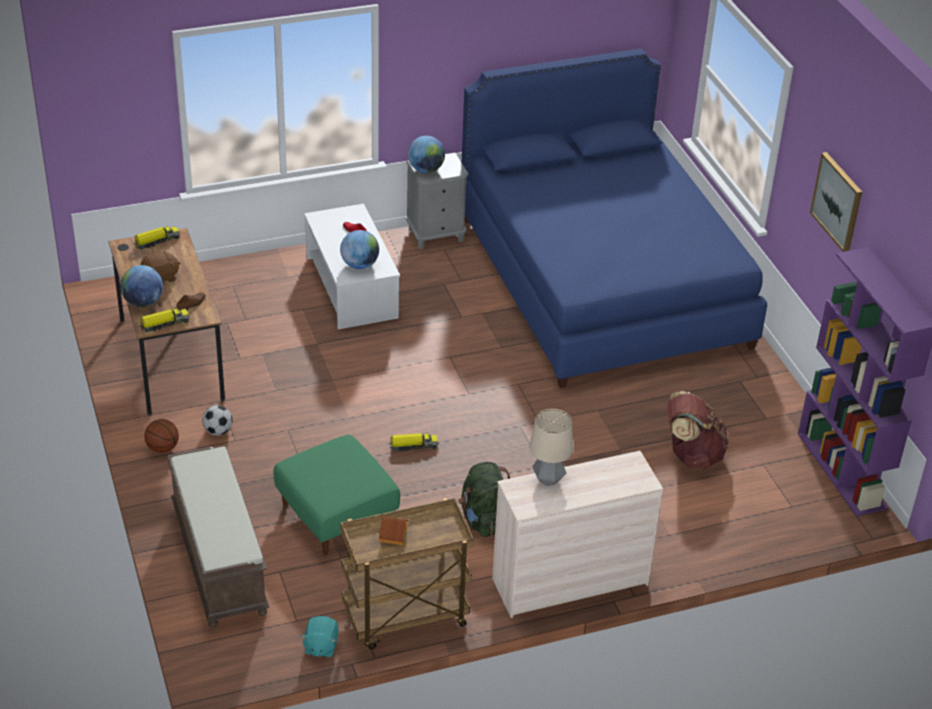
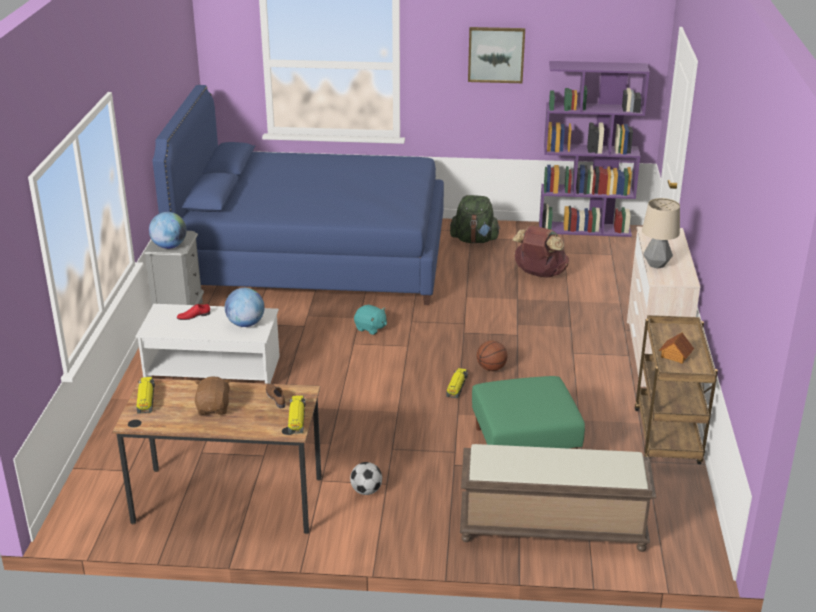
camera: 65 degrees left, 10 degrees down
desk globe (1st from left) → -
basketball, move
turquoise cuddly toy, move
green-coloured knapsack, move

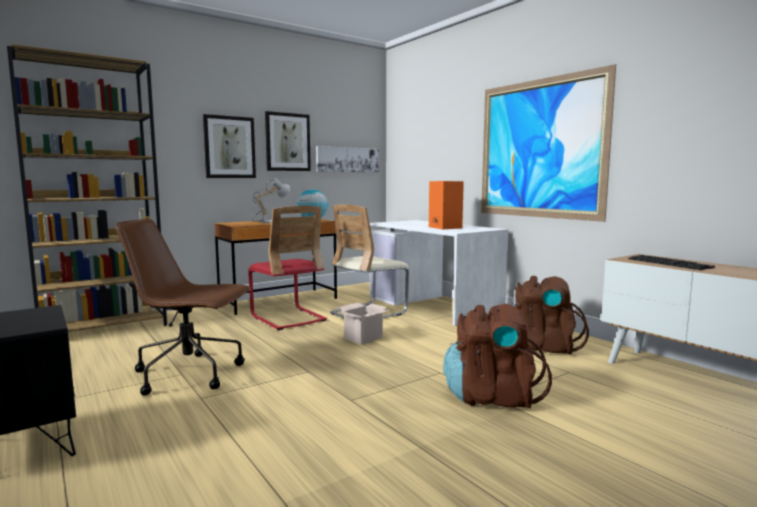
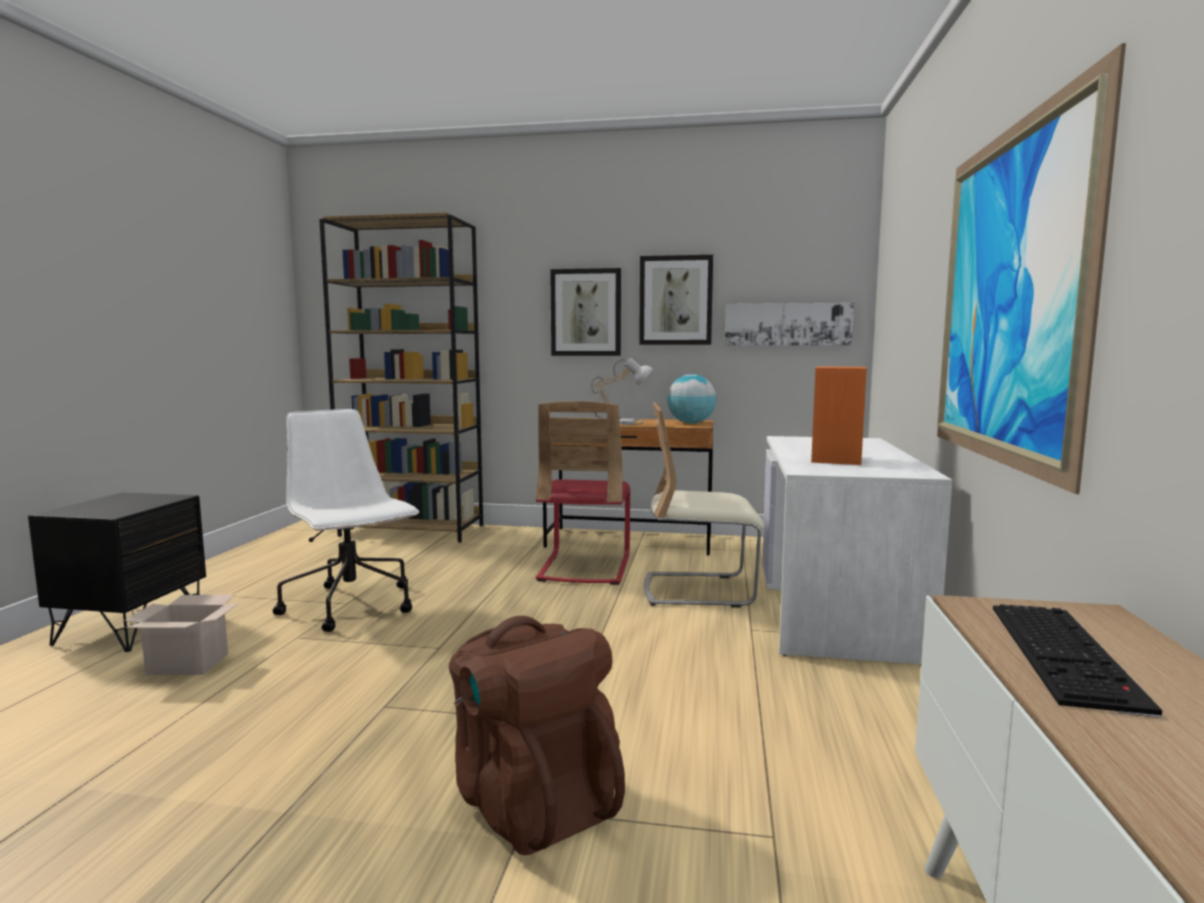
camera: 45 degrees right, 0 degrees up
brown desk chair → whitish desk chair
packing box, move
brown knapsack (2nd from left) → -

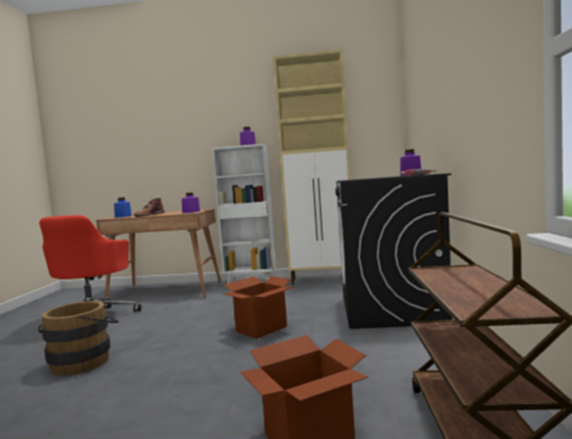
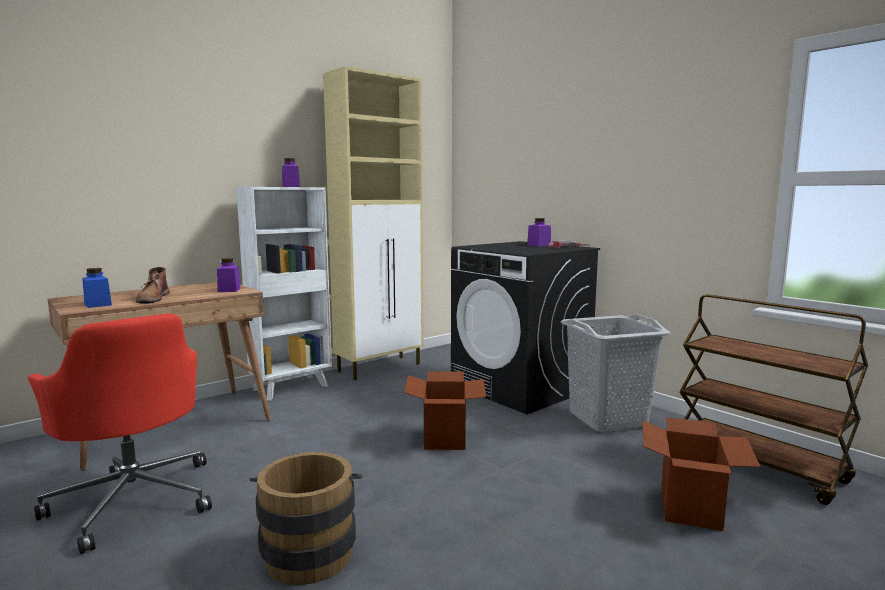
camera: 45 degrees left, 5 degrees up
- → grey hamper

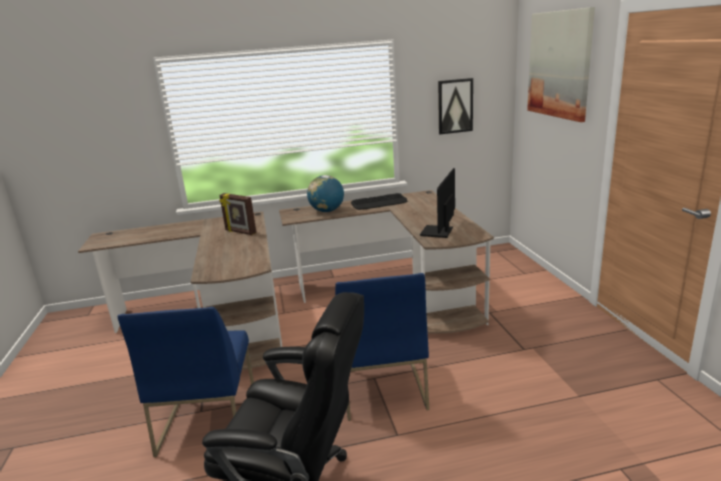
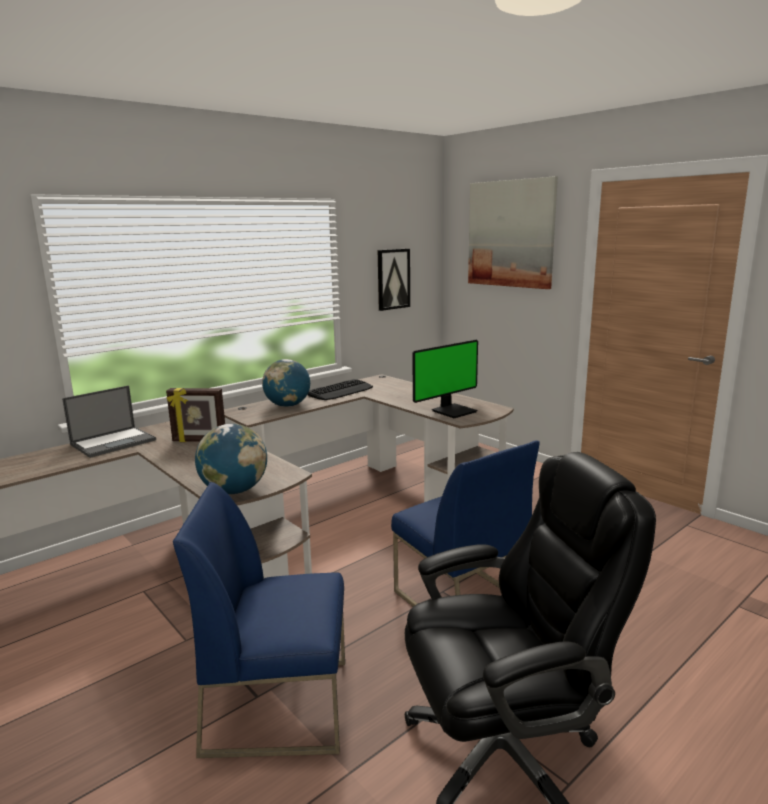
camera: 30 degrees left, 5 degrees down
blue plain chair (1st from left), 120 degrees clockwise
computer screen, 120 degrees counterclockwise
- → laptop
- → desk globe (1st from left)

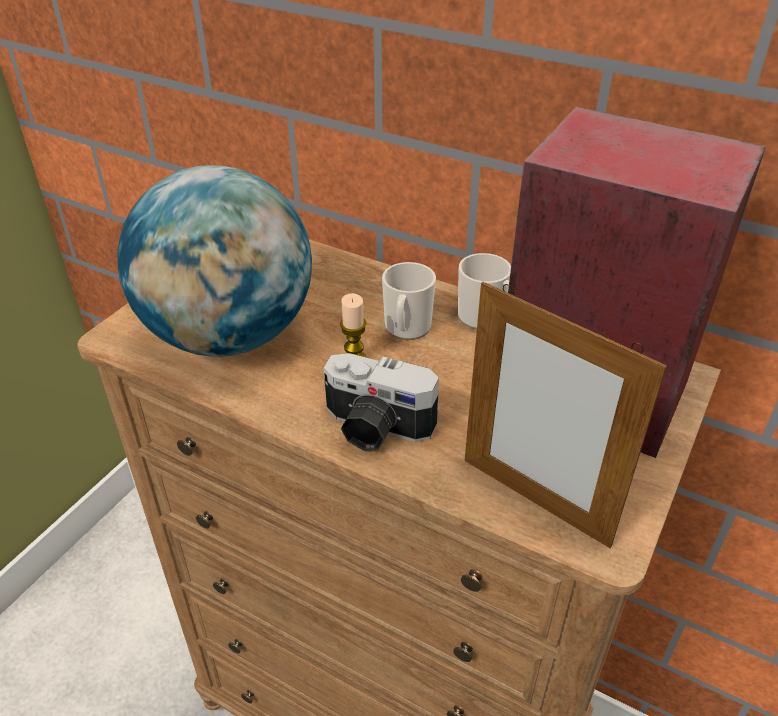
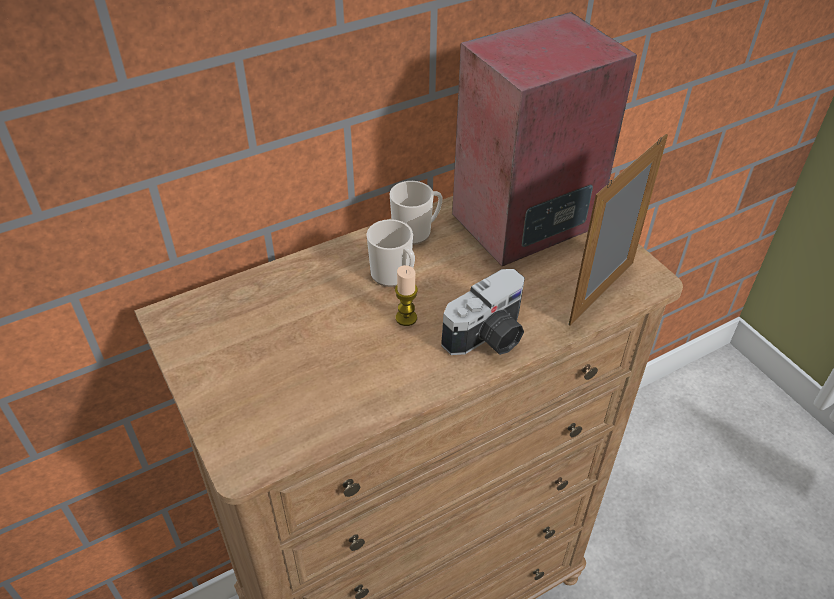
camera: 60 degrees left, 5 degrees up
desk globe → -
photo frame, 150 degrees clockwise

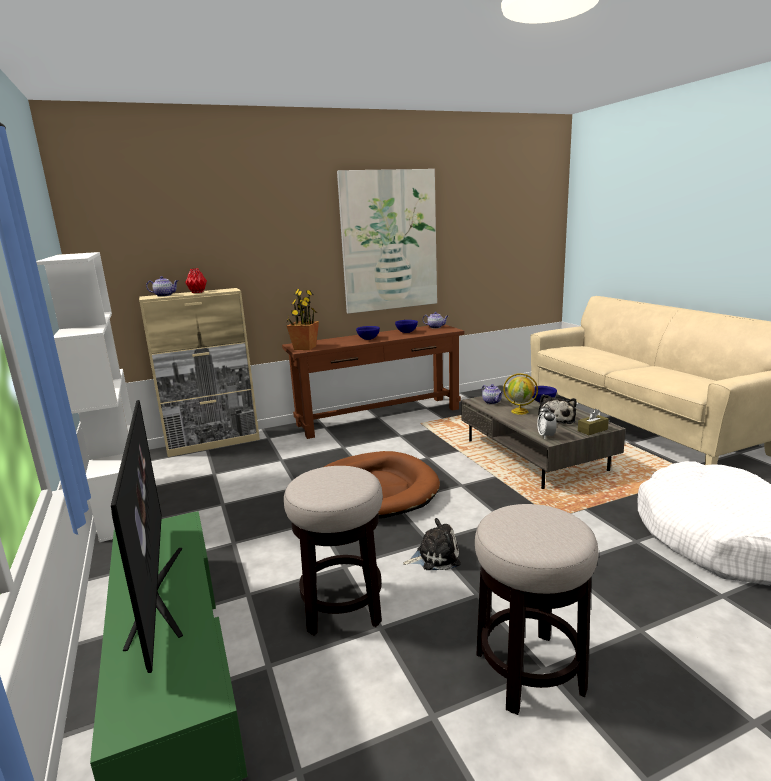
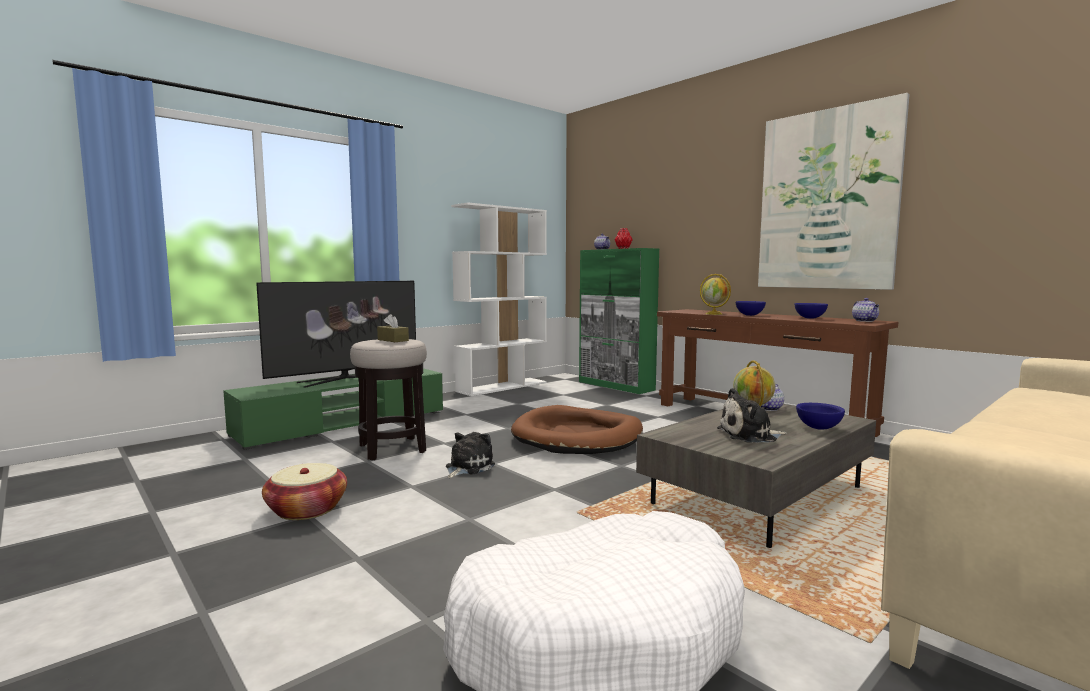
camera: 70 degrees right, 10 degrees down
beige-coloured cupboard → green-coloured cupboard
potted plant → -
cuddly toy (1st from left), 120 degrees counterclockwise
sitting stool (2nd from left) → storage basket
alarm clock → -
brown tissue holder, move
- → desk globe (1st from left)

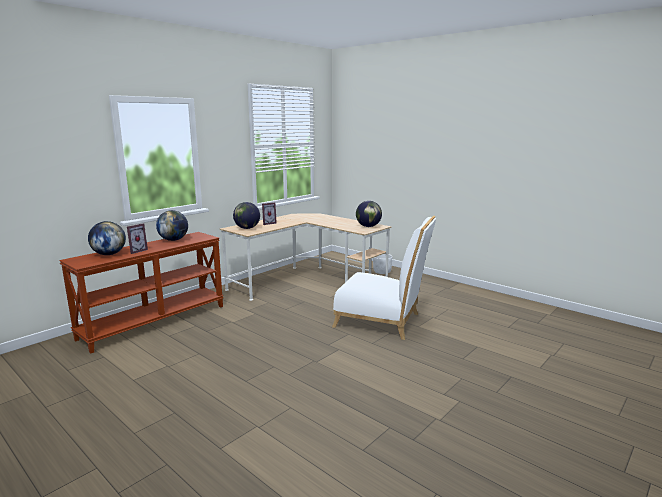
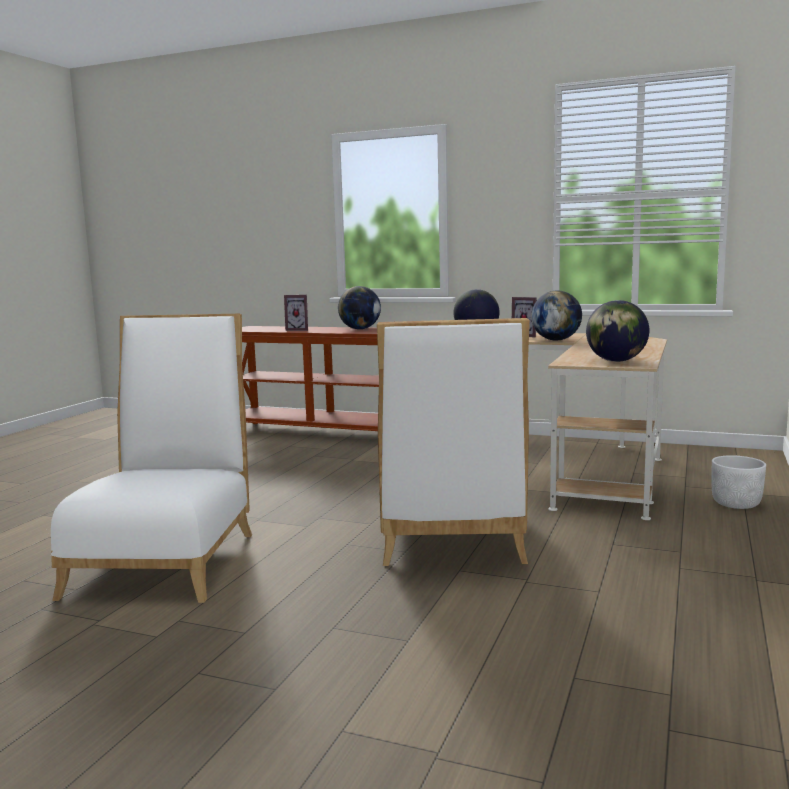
camera: 70 degrees right, 5 degrees down
desk globe (1st from left in the first image) → desk globe (3rd from left), move
- → whitish plain chair (1st from left)

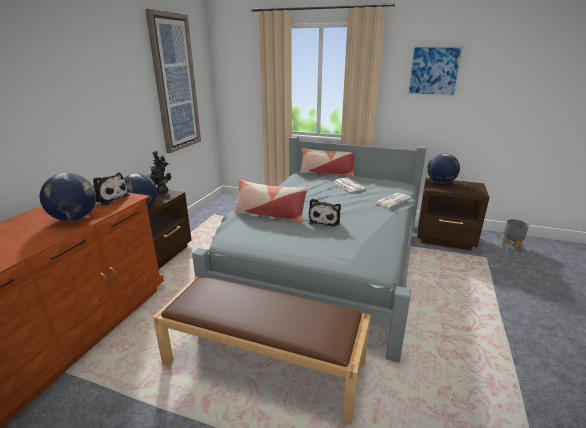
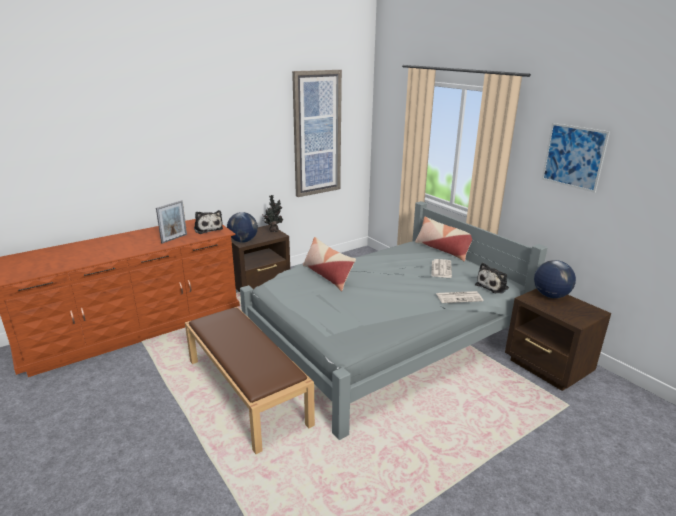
camera: 35 degrees right, 0 degrees up
desk globe (1st from left) → photo frame
cuddly toy (2nd from left), move
grey plant pot → -

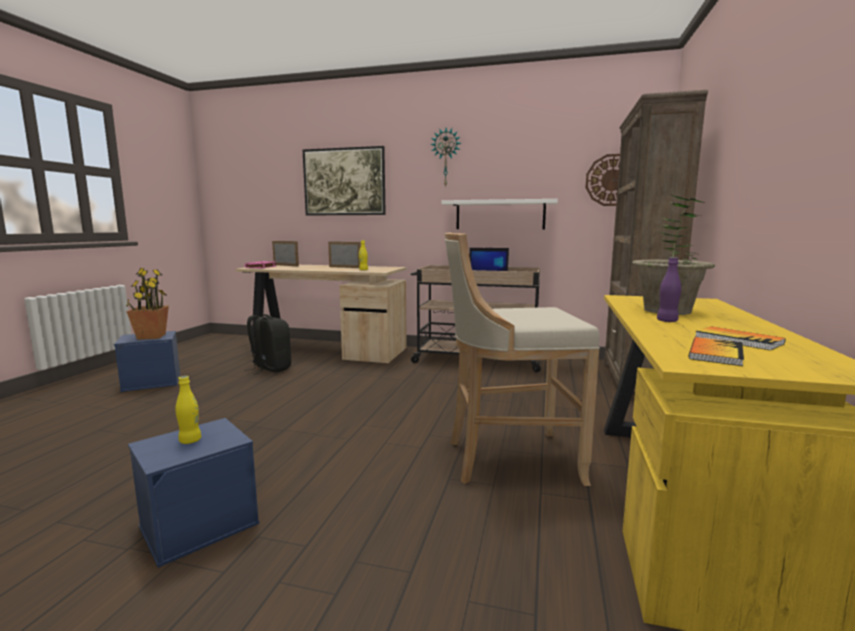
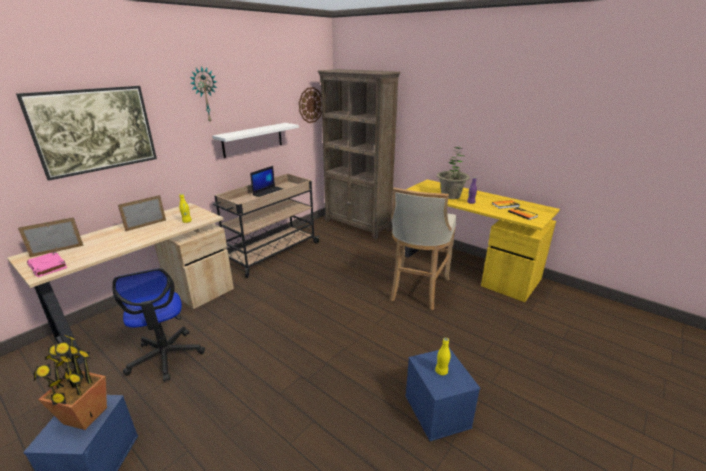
camera: 65 degrees left, 15 degrees up
black-coloured knapsack → desk chair

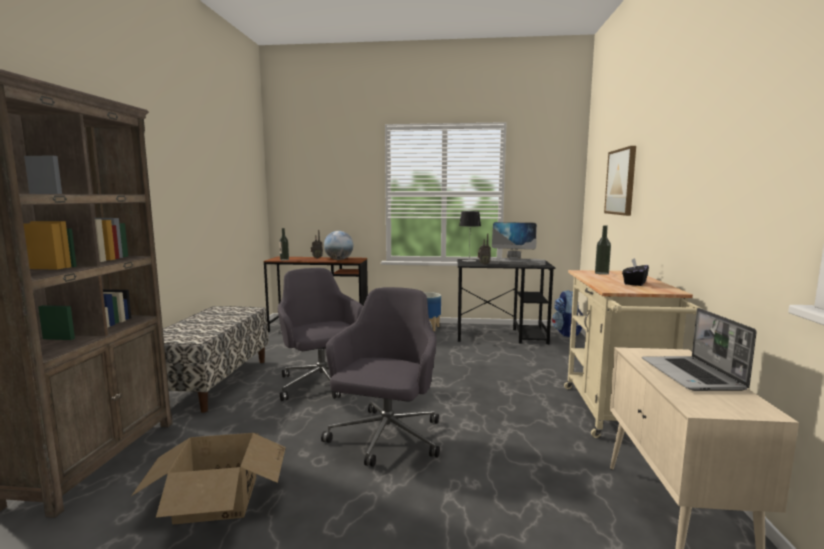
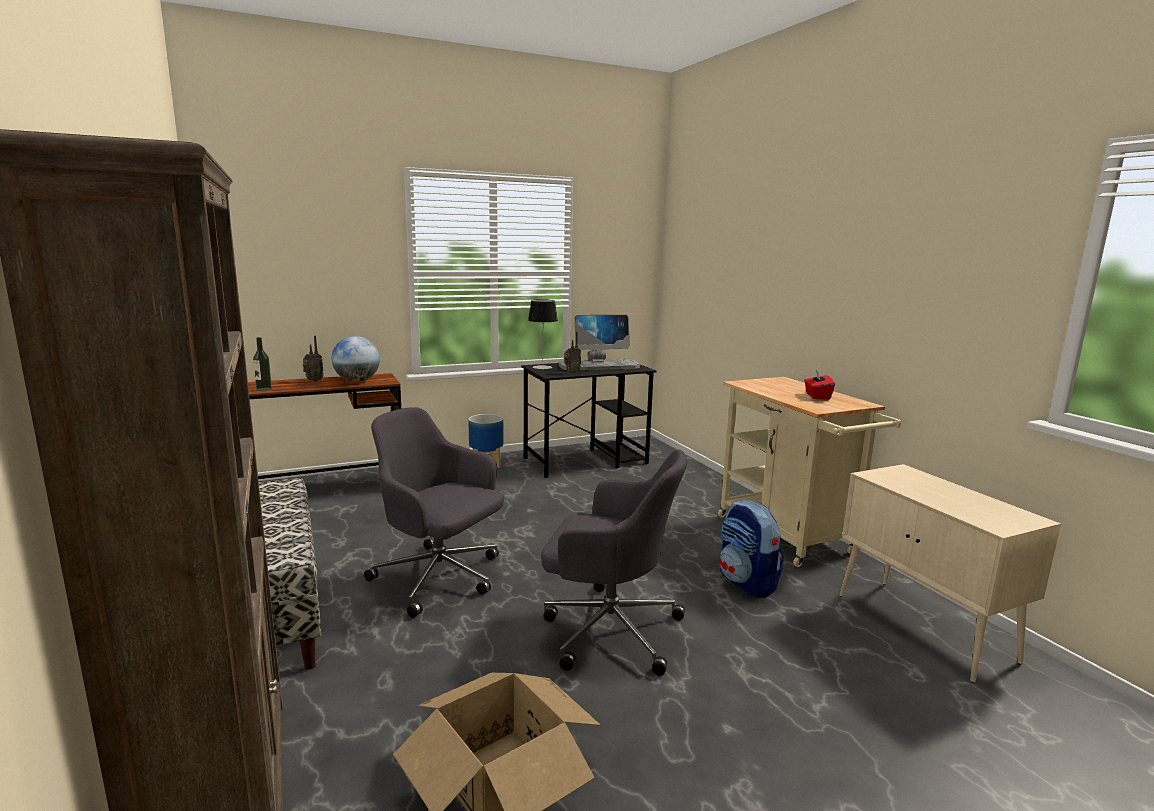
camera: 30 degrees left, 5 degrees up
grey desk chair (2nd from left), 120 degrees clockwise
knapsack, move
drink bottle (2nd from left) → -
picture → -
black-coloured tissue holder → red tissue holder
laptop → -

